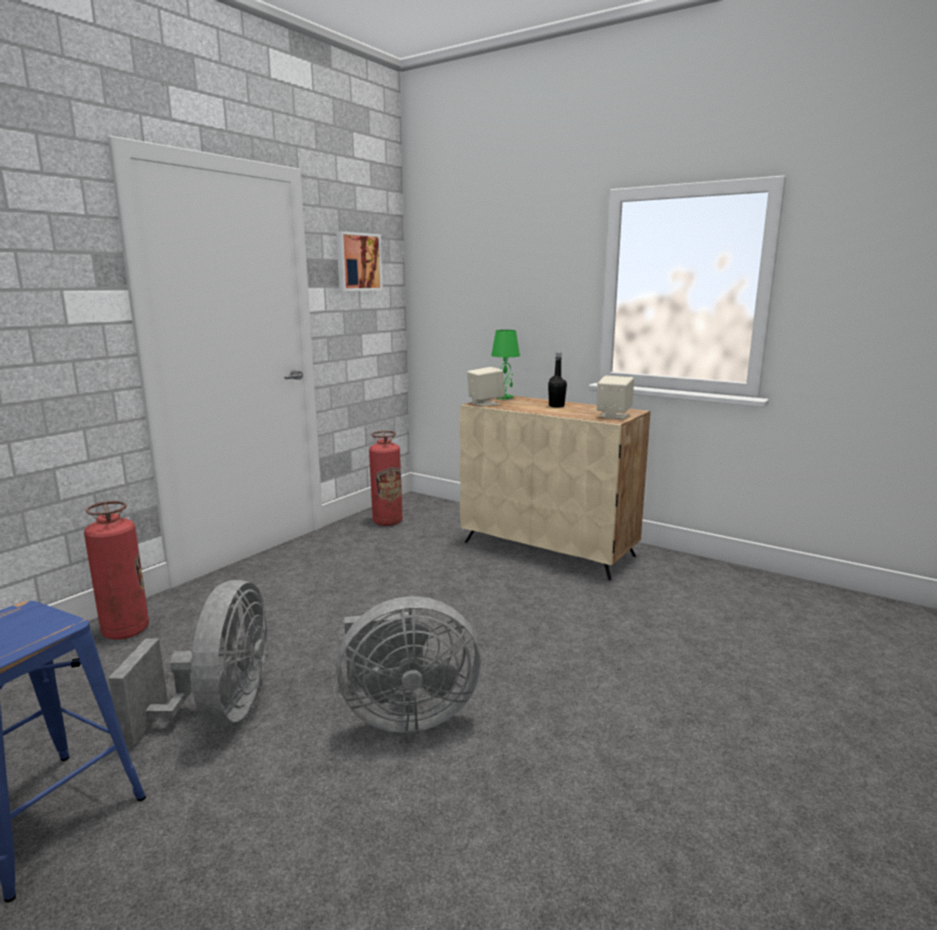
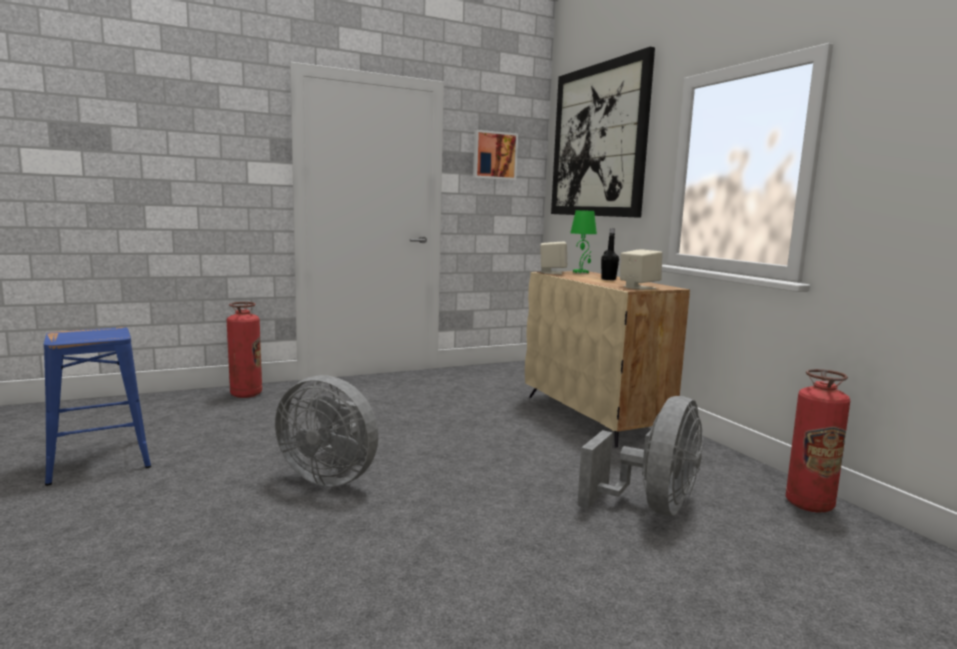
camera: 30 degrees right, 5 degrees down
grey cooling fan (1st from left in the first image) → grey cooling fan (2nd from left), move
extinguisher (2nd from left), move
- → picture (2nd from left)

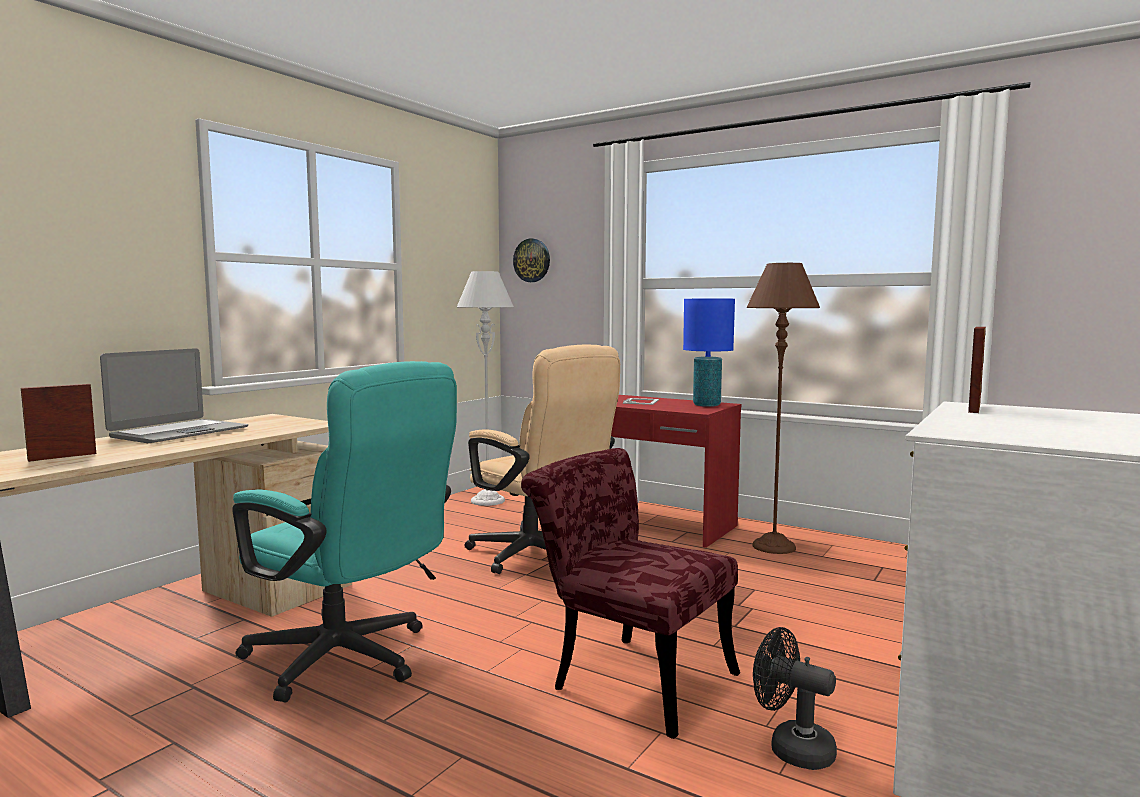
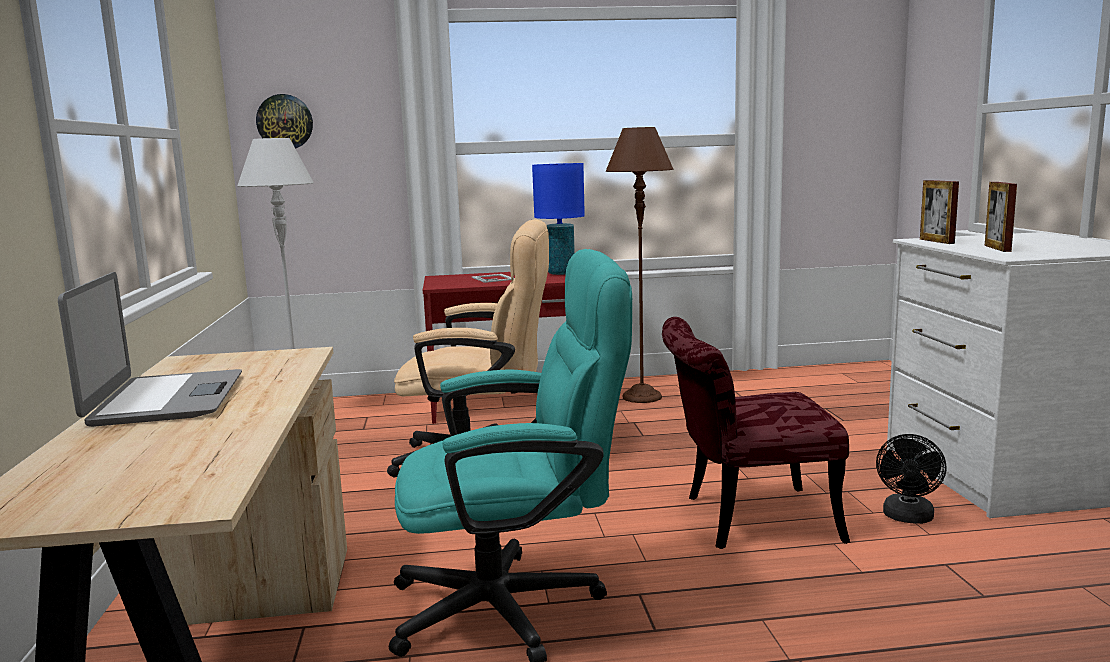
camera: 40 degrees left, 5 degrees up
photo frame (1st from left in the first image) → photo frame (3rd from left), move
black-coloured cooling fan, 60 degrees counterclockwise

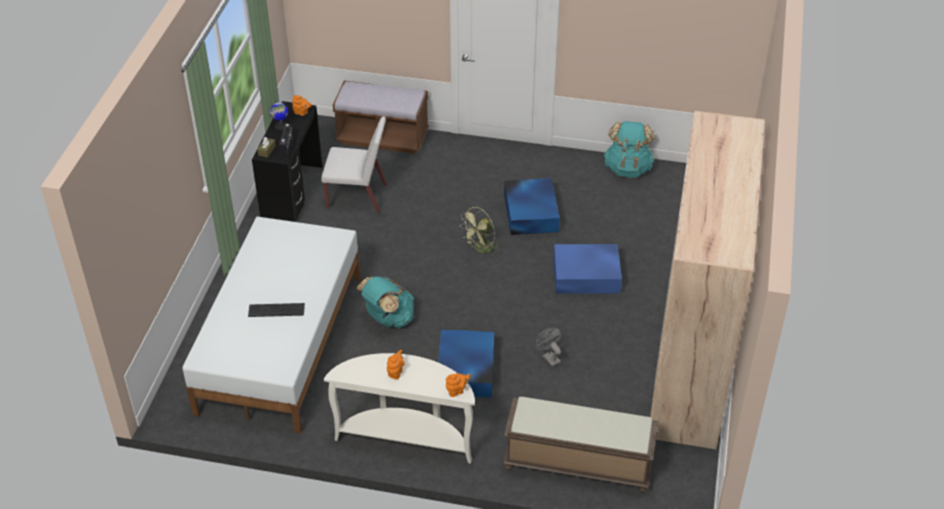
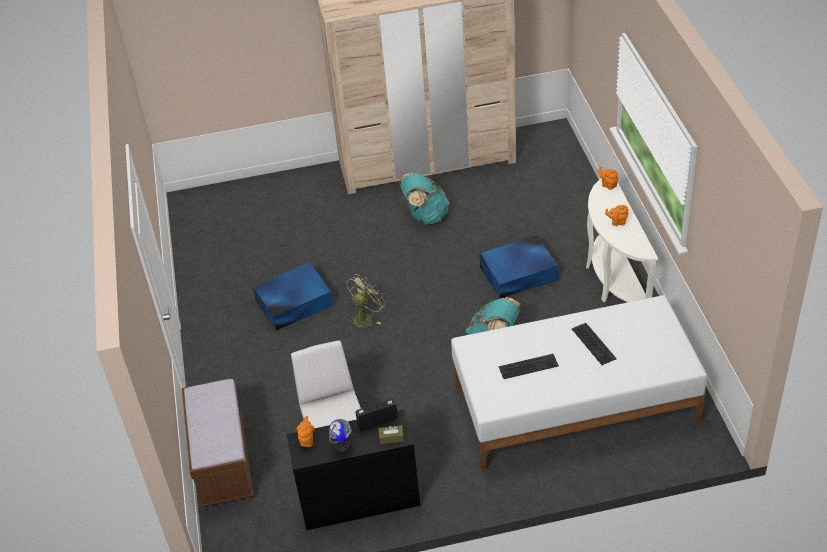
camera: 110 degrees left, 0 degrees up
green-coloured cooling fan, 75 degrees counterclockwise
brown indoor bench (2nd from left) → -
grey cooling fan → -
blue storage bin (3rd from left) → -
turquoise knapsack (2nd from left in the first image) → turquoise knapsack (1st from left), move
- → computer keyboard (1st from left)

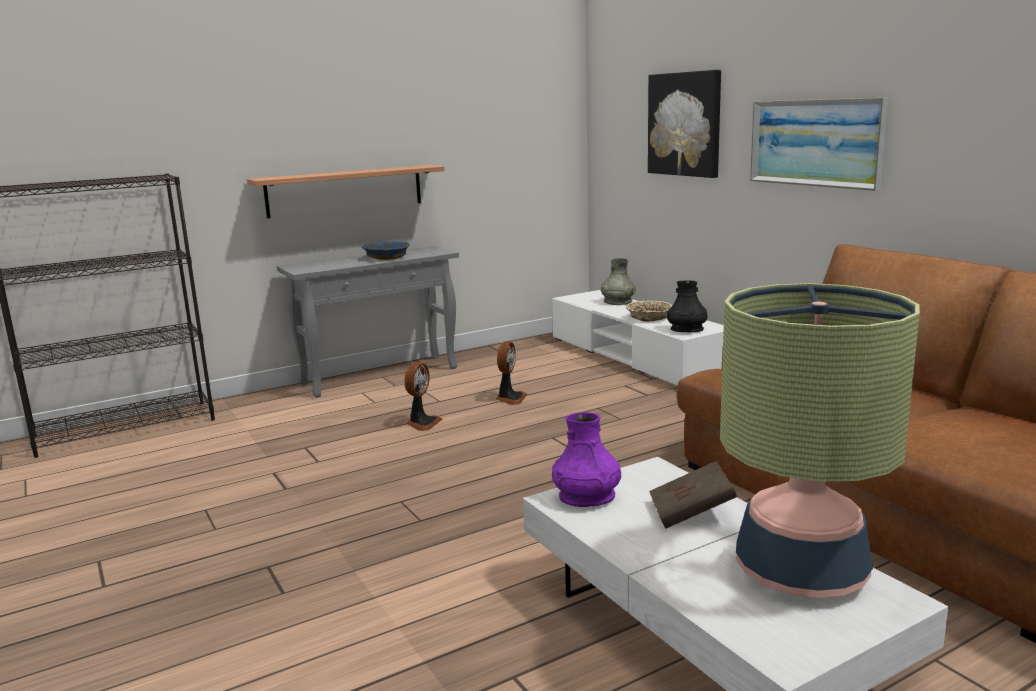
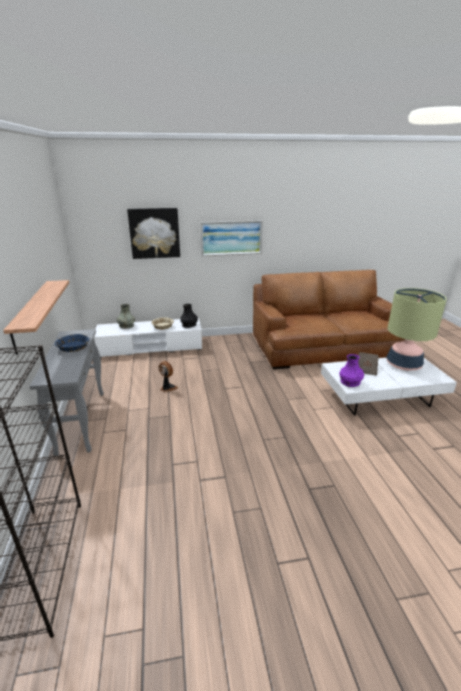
camera: 70 degrees left, 10 degrees up
cooling fan (1st from left) → -

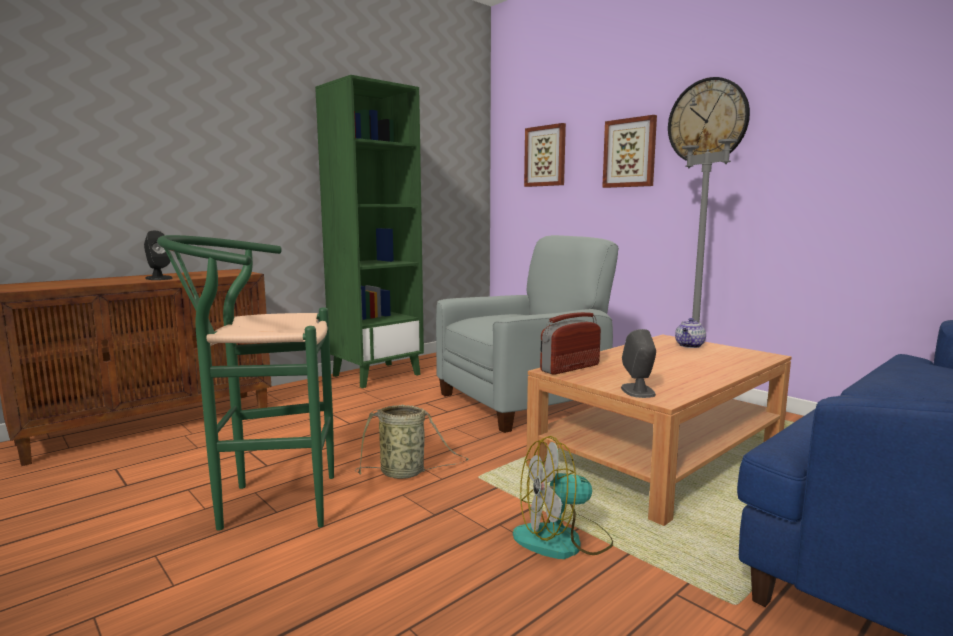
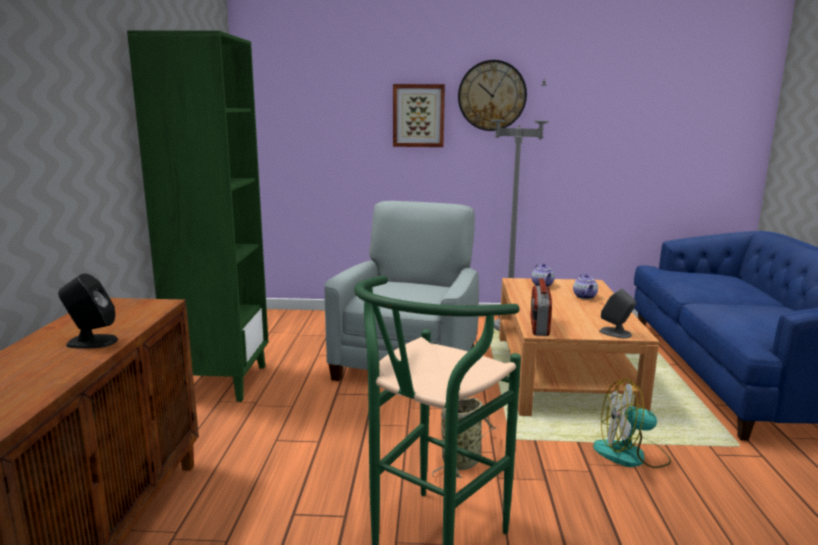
camera: 45 degrees left, 5 degrees up
cooling fan, 60 degrees clockwise
picture (1st from left) → -
- → tea pot (2nd from left)

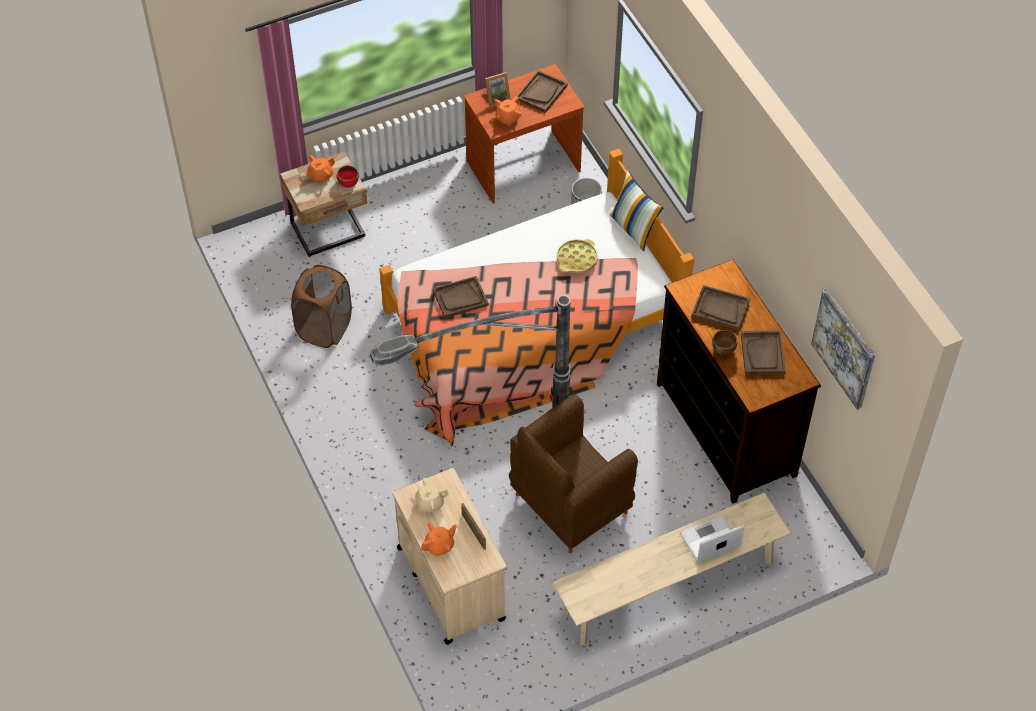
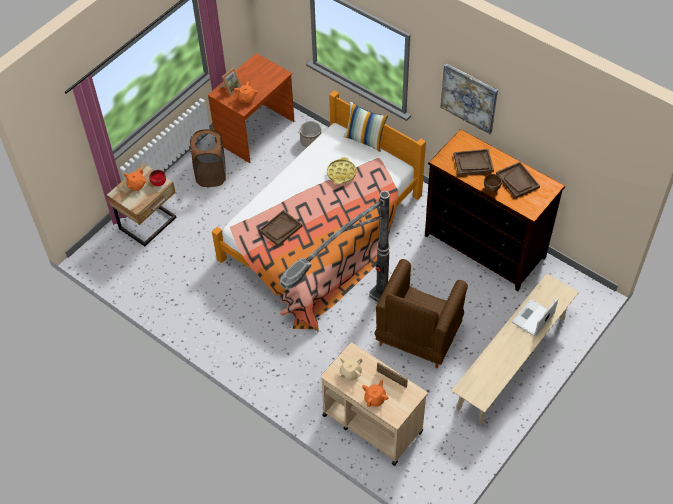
camera: 25 degrees left, 0 degrees up
brown hamper, move
brown carrying tray (2nd from left) → -
picture, move

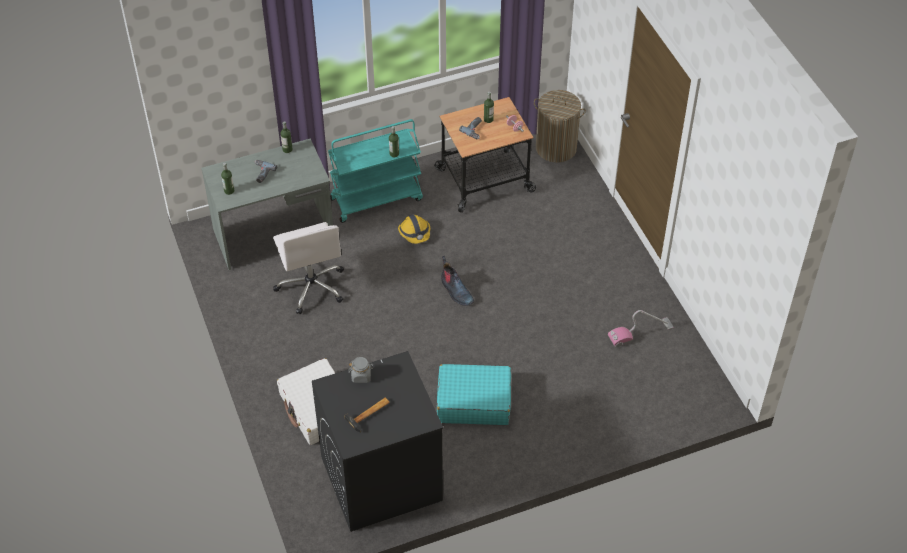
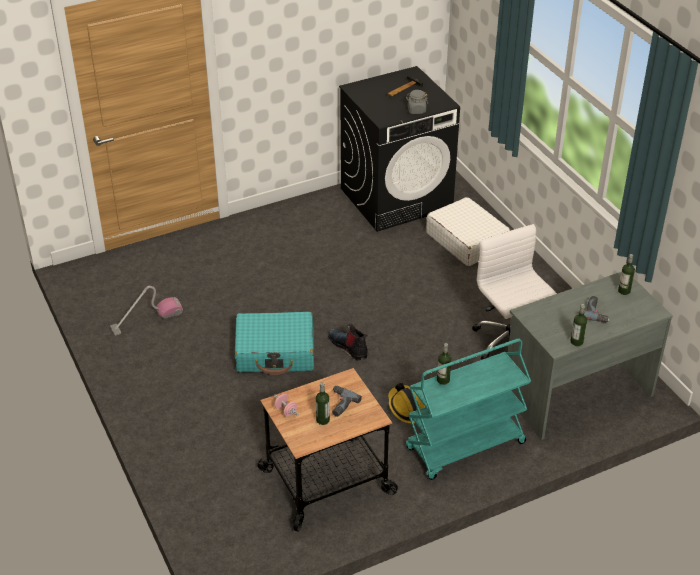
camera: 175 degrees right, 10 degrees down
turquoise piece of luggage, move
hamper → -

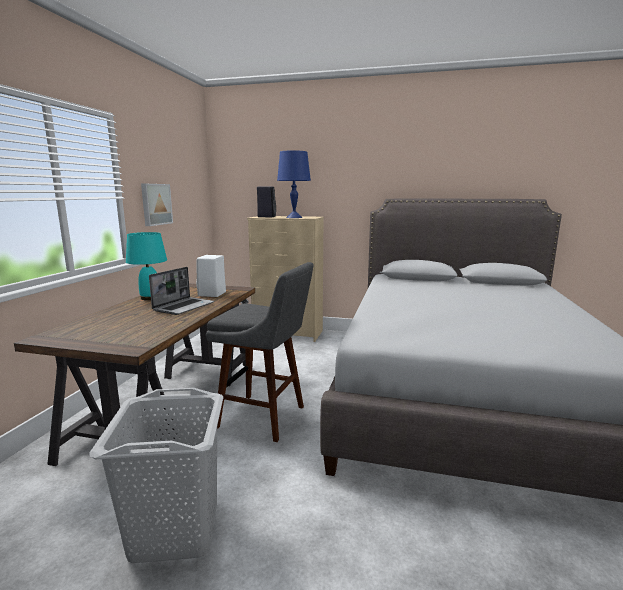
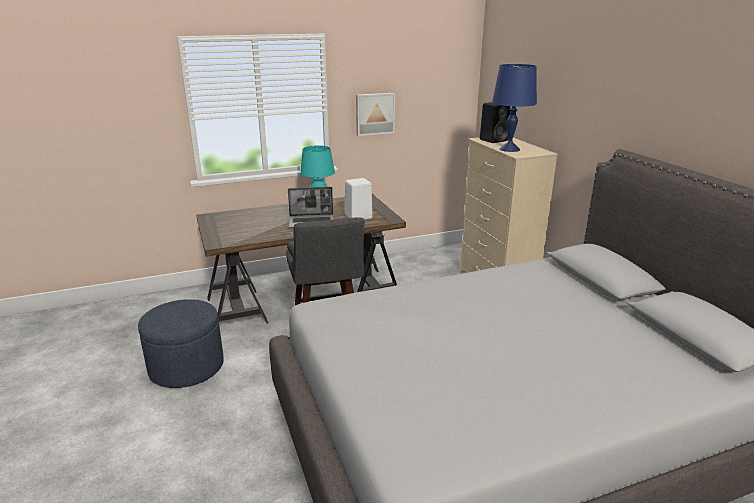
camera: 55 degrees right, 10 degrees up
grey hamper → blue ottoman

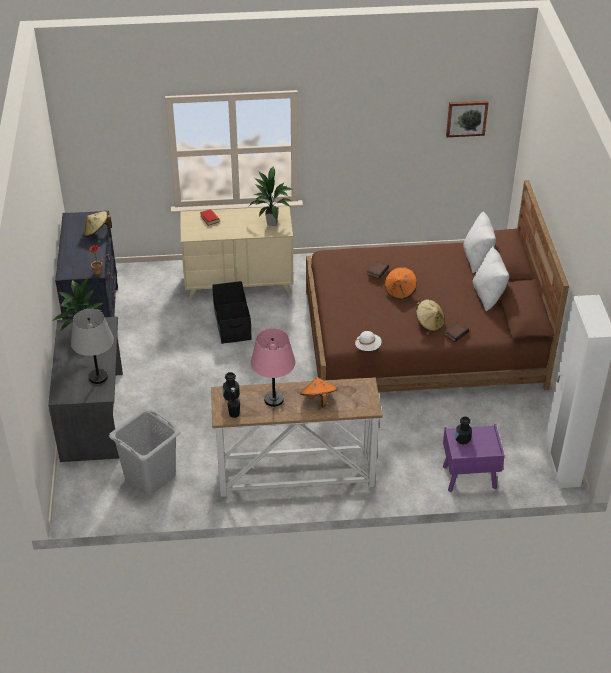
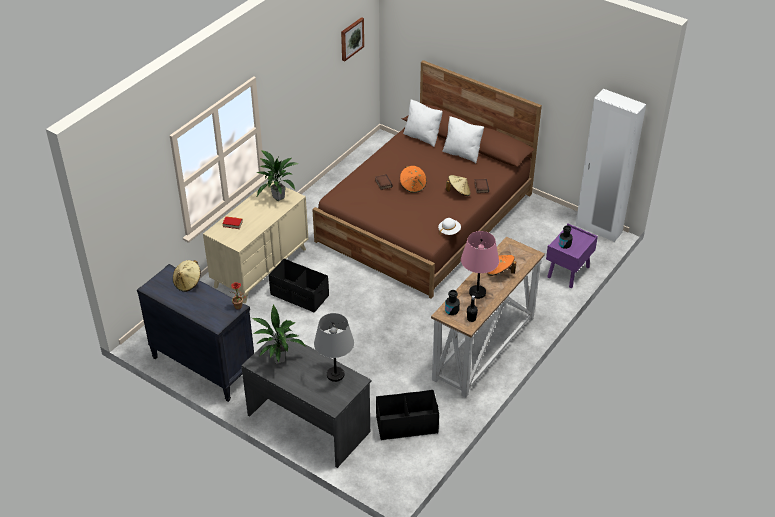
camera: 50 degrees left, 0 degrees up
grey hamper → black-coloured storage bin (2nd from left)

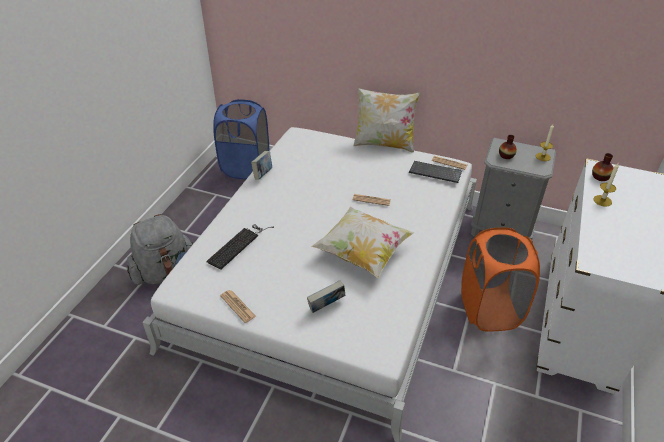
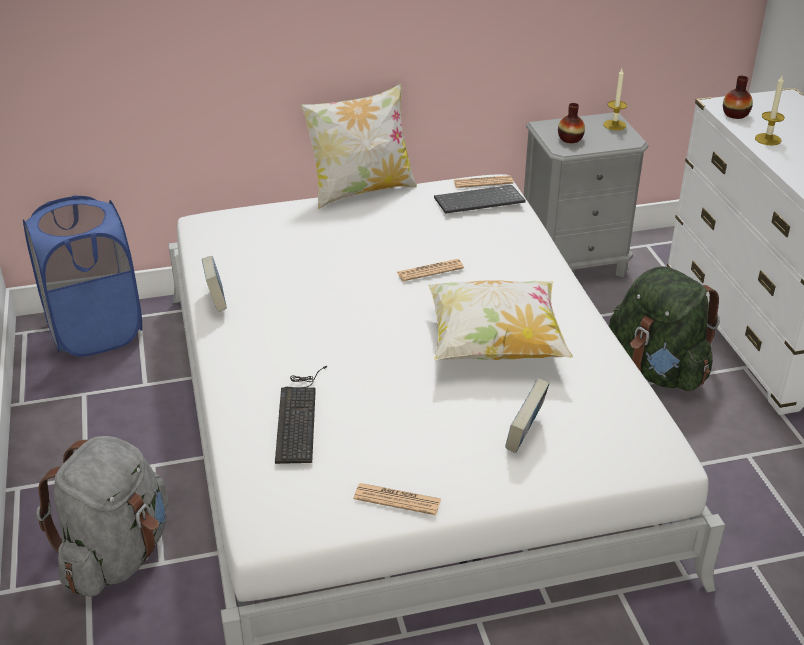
camera: 35 degrees left, 5 degrees down
orange hamper → green-coloured knapsack

